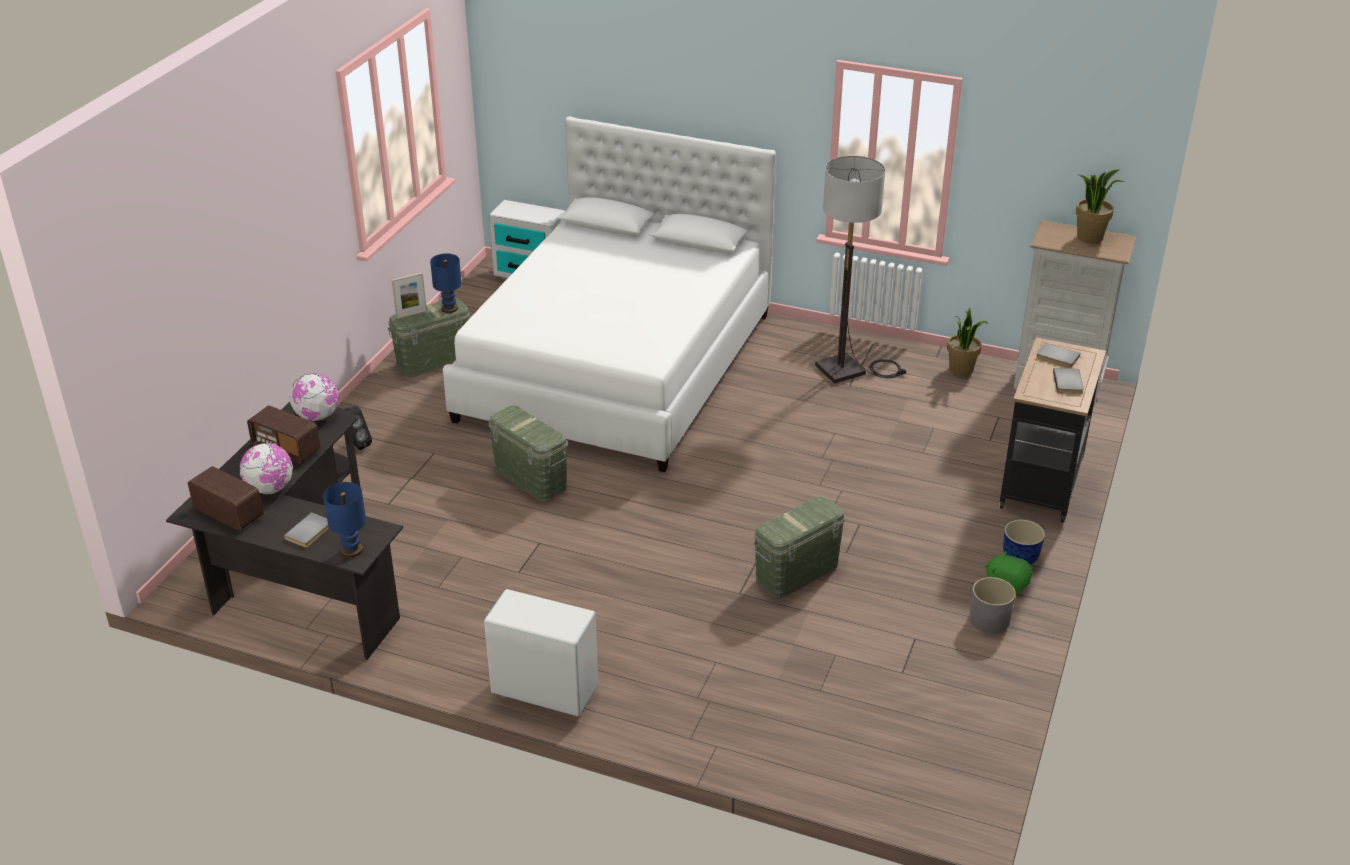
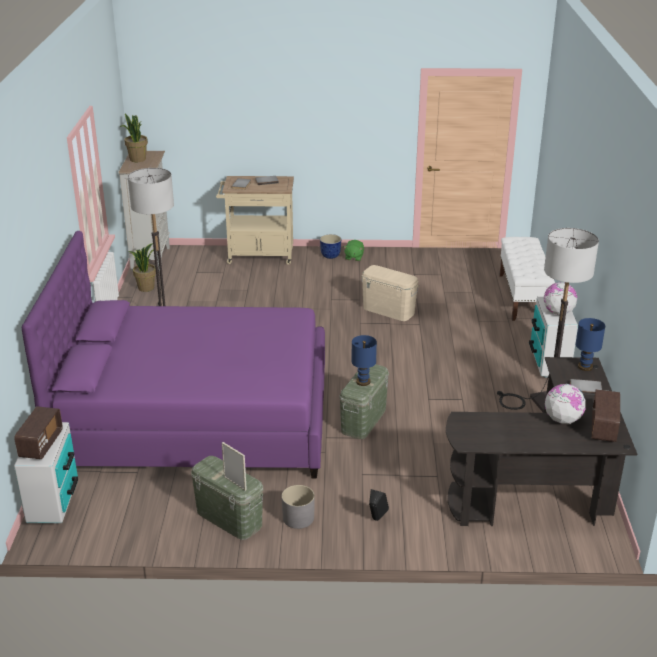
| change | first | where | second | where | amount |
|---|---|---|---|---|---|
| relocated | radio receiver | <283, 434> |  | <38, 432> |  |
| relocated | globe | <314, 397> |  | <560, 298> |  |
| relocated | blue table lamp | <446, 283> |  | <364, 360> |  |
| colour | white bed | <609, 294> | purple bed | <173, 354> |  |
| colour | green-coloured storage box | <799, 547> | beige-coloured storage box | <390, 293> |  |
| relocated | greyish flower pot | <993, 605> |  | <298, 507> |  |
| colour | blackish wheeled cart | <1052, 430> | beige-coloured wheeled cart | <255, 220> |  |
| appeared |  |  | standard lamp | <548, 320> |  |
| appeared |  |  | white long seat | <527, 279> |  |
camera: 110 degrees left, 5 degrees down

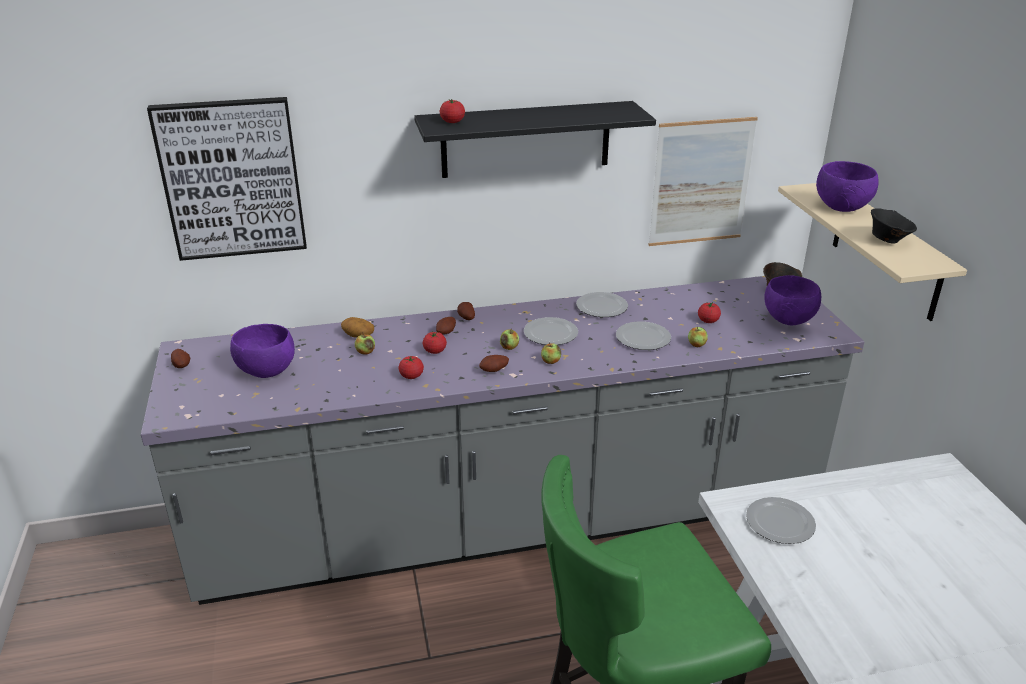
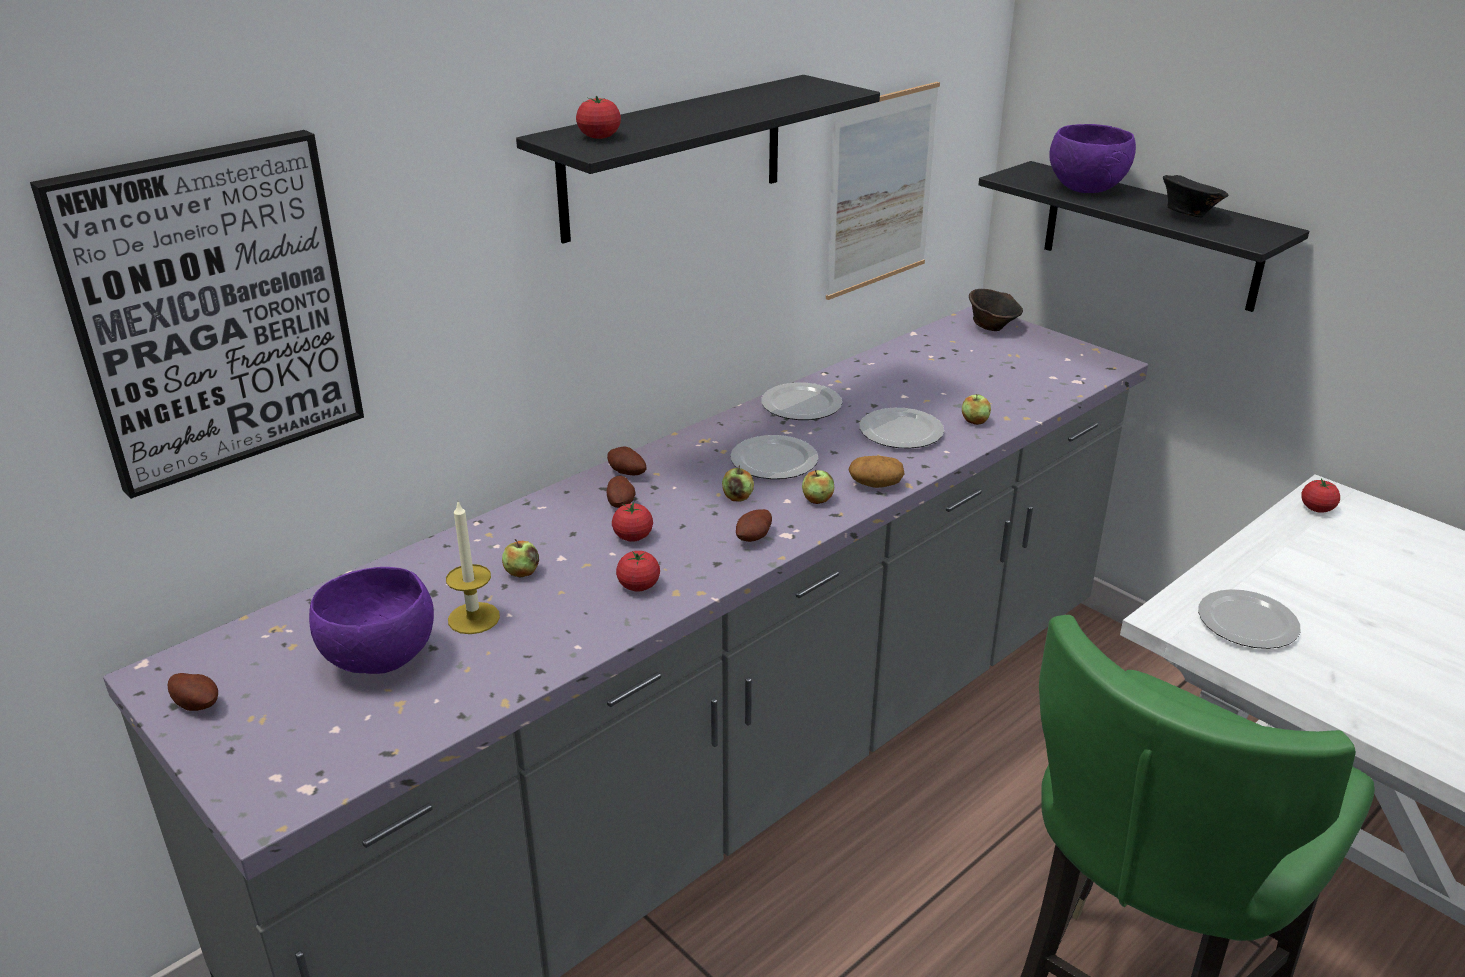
| change | first | where | second | where | amount |
|---|---|---|---|---|---|
| relocated | potato | <357, 327> |  | <876, 472> |  |
| relocated | tomato | <709, 312> |  | <1320, 496> |  |
| missing | purple serving bowl | <792, 300> |  |  |  |
| colour | beige-coloured shelf | <872, 252> | blackish shelf | <1143, 236> |  |
| appeared |  |  | wax light | <473, 568> |  |
camera: 30 degrees left, 0 degrees up

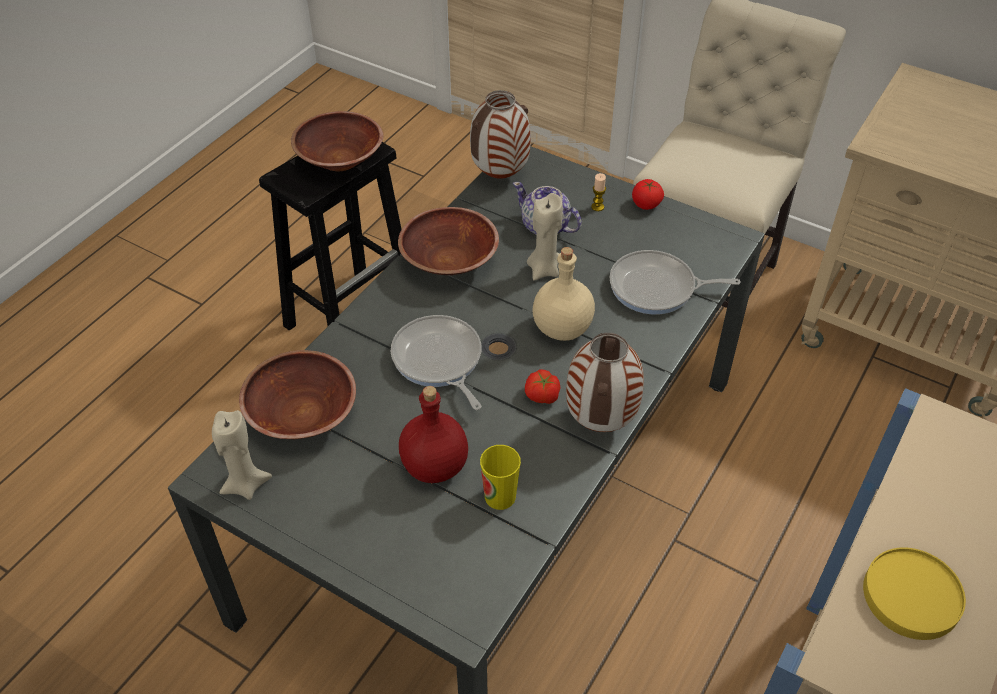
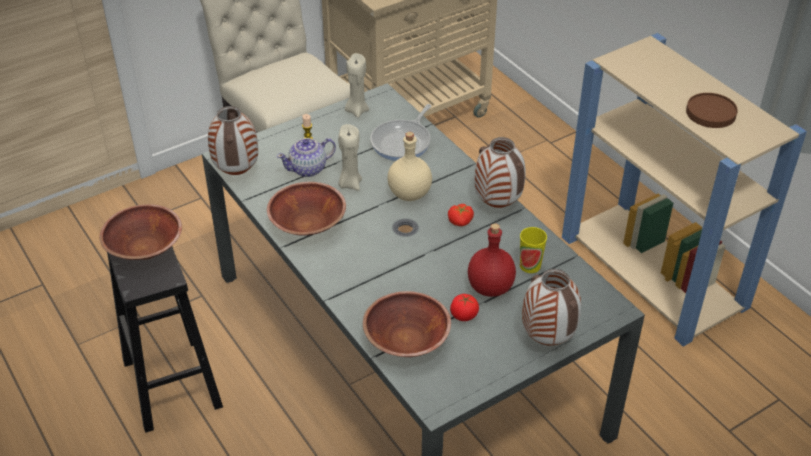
| change | first | where | second | where | amount |
|---|---|---|---|---|---|
| relocated | beige-coloured wax light | <242, 455> |  | <357, 85> |  |
| missing | pan | <436, 362> |  |  |  |
| relocated | tomato | <648, 194> |  | <464, 307> |  |
| colour | yellow plate | <914, 593> | brown-coloured plate | <712, 110> |  |
| appeared |  |  | flower vase | <551, 307> |  |
camera: 65 degrees left, 5 degrees down

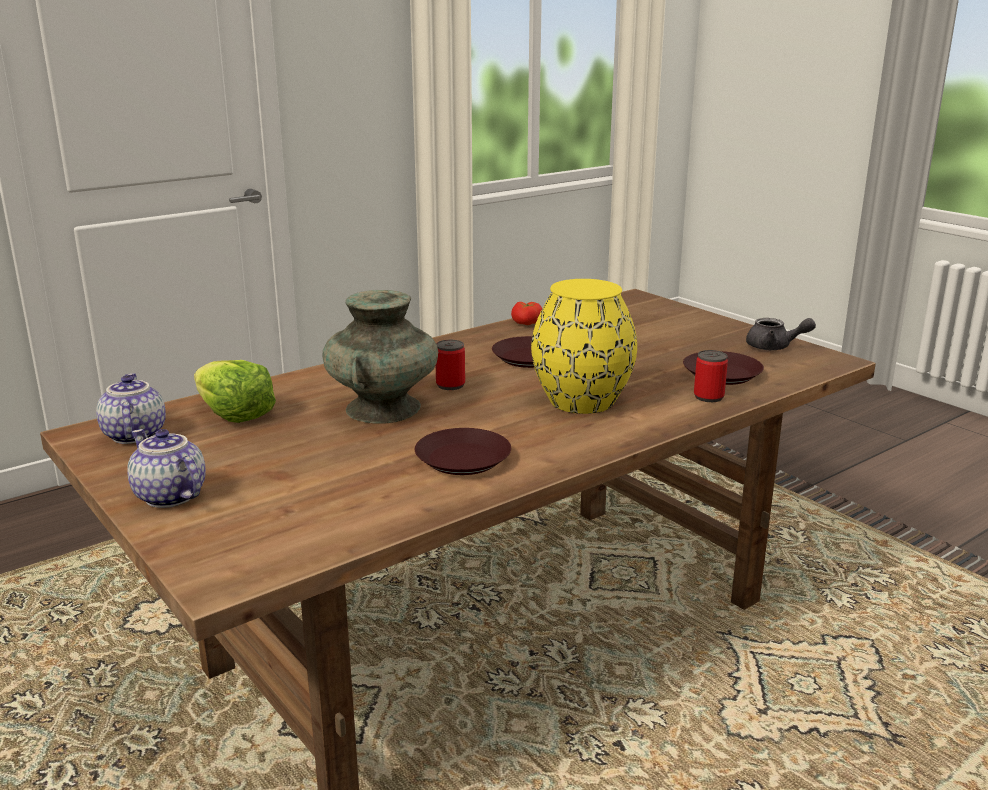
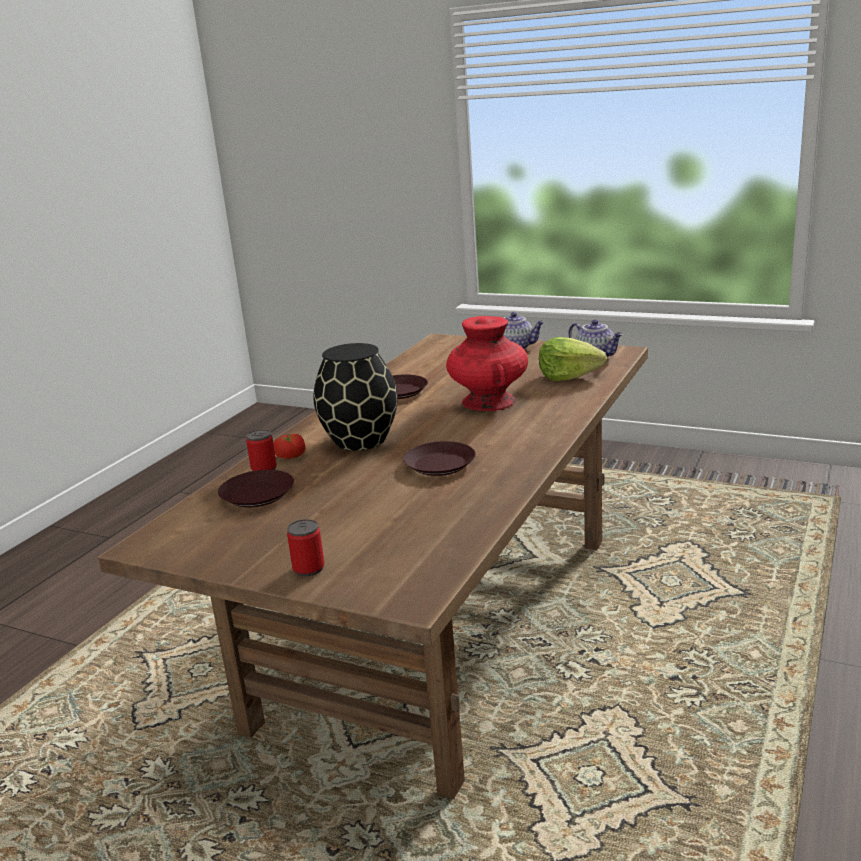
| change | first | where | second | where | amount |
|---|---|---|---|---|---|
| colour | turquoise-coloured flower vase | <380, 357> | reddish flower vase | <487, 363> |  |
| relocated | sealed can | <450, 365> |  | <306, 548> |  |
| relocated | tomato | <526, 313> |  | <289, 446> |  |
| colour | yellow flower vase | <584, 346> | blackish flower vase | <355, 397> |  |
| missing | greyish teapot | <781, 334> |  |  |  |
camera: 155 degrees right, 0 degrees up

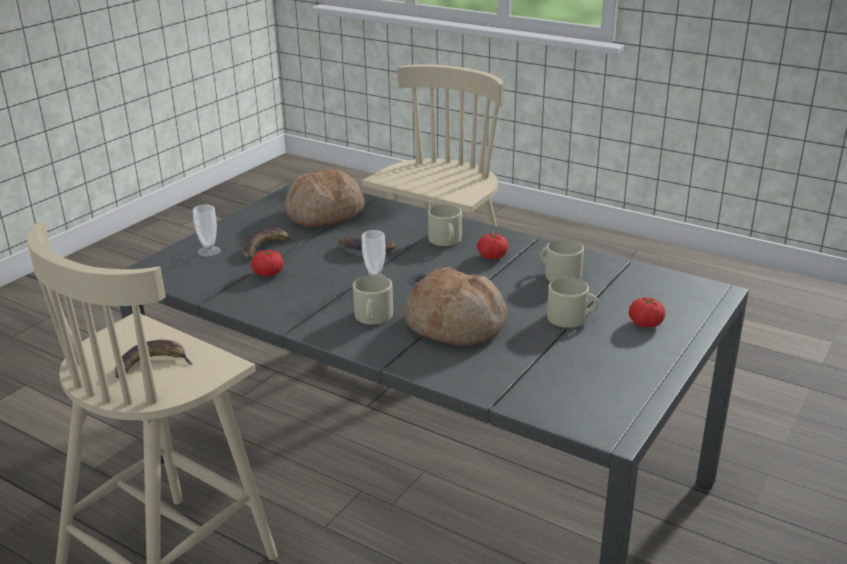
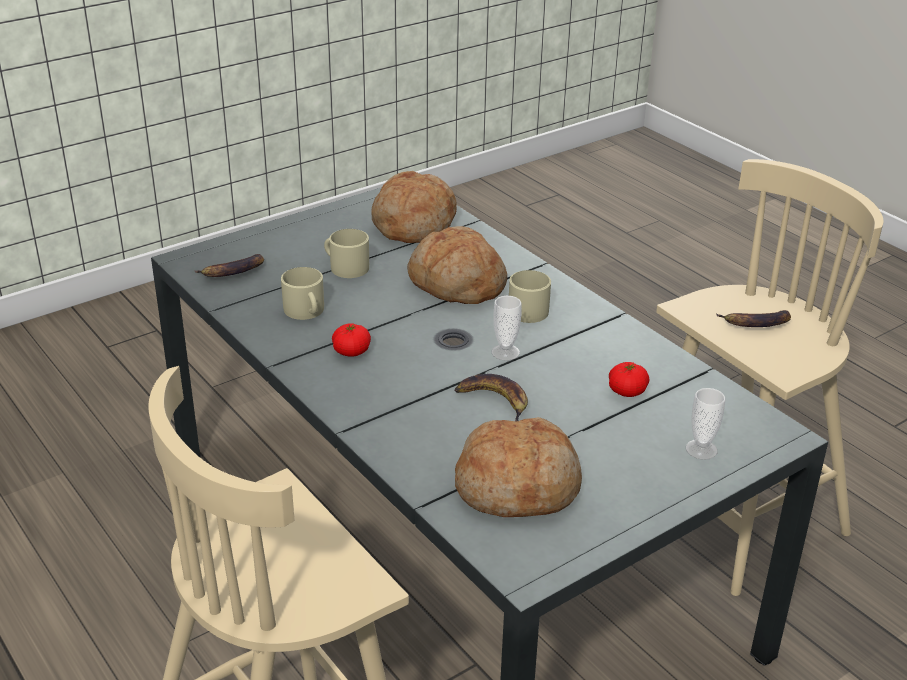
| change | first | where | second | where | amount |
|---|---|---|---|---|---|
| relocated | banana fruit | <271, 244> |  | <229, 265> |  |
| missing | beige-coloured mug | <445, 225> |  |  |  |
| missing | tomato | <647, 312> |  |  |  |
| appeared |  |  | bakery bread | <414, 207> |  |
camera: 160 degrees left, 5 degrees up

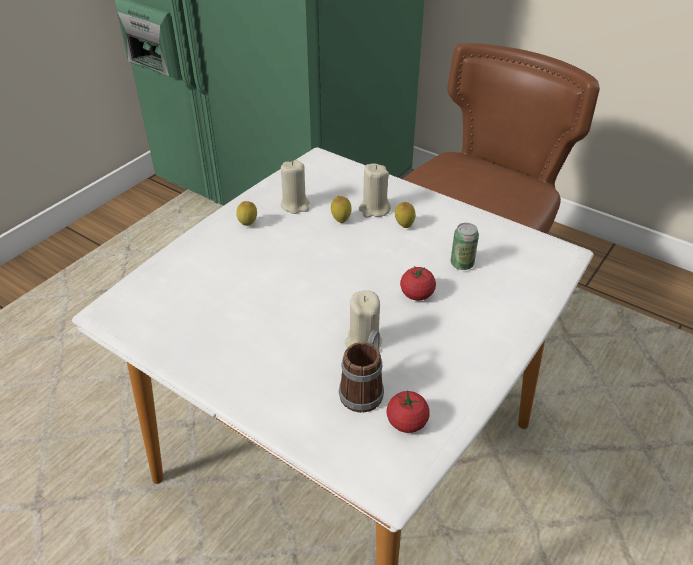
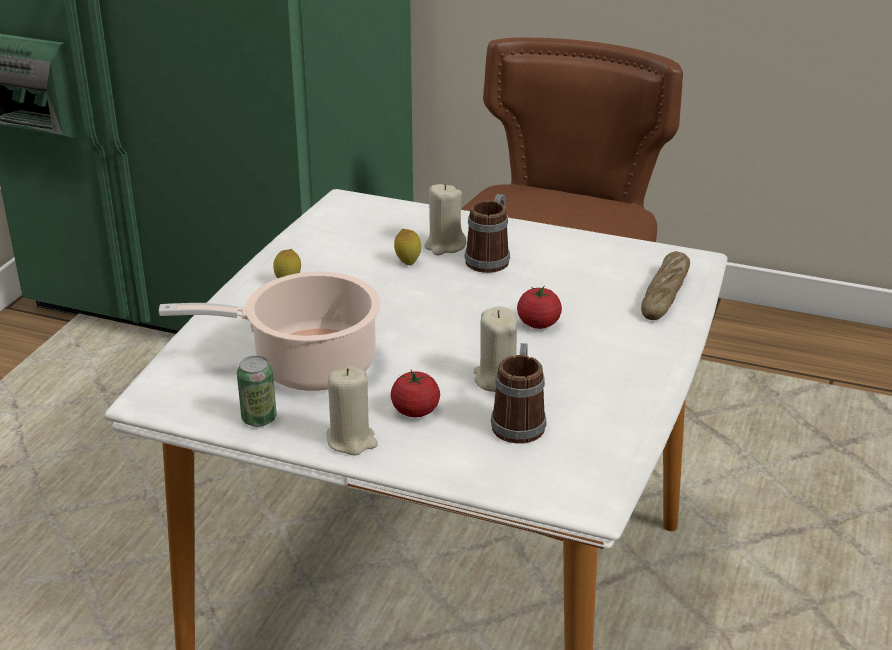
| change | first | where | second | where | amount |
|---|---|---|---|---|---|
| relocated | beige-coloured wax light | <295, 187> |  | <352, 410> |  |
| relocated | tomato | <408, 411> |  | <415, 394> |  |
| exchanged | whole lemon | <405, 215> | mug | <487, 233> |  |
| relocated | sealed can | <465, 246> |  | <257, 391> |  |
| appeared |  |  | cooking pot | <269, 331> |  |
| appeared |  |  | bakery bread | <665, 285> |  |
camera: 15 degrees left, 10 degrees down

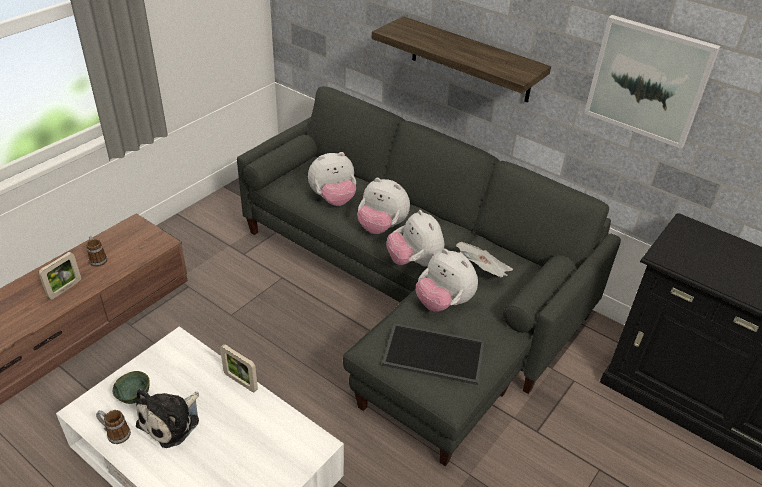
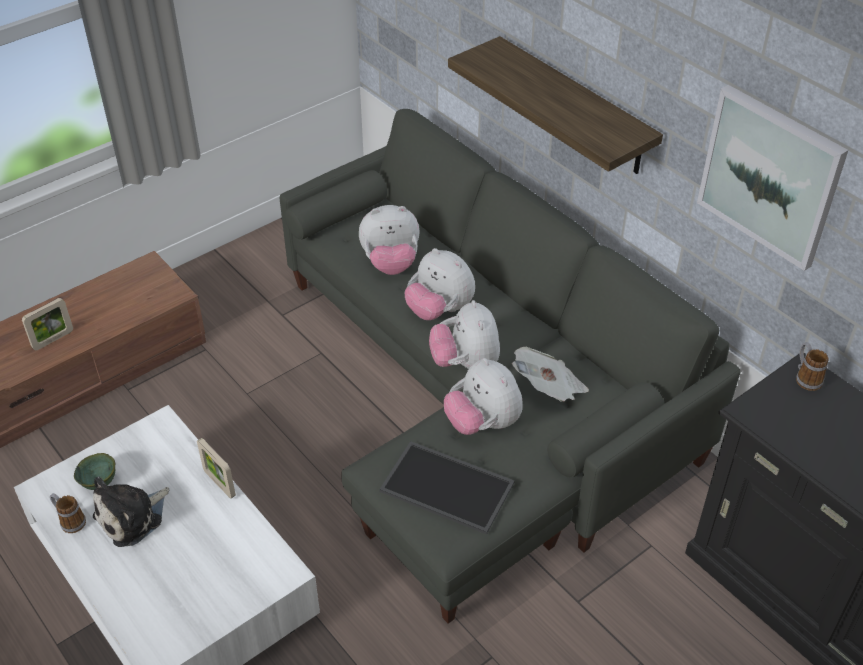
| change | first | where | second | where | amount |
|---|---|---|---|---|---|
| relocated | mug | <96, 251> |  | <812, 366> |  |
camera: 15 degrees right, 5 degrees up

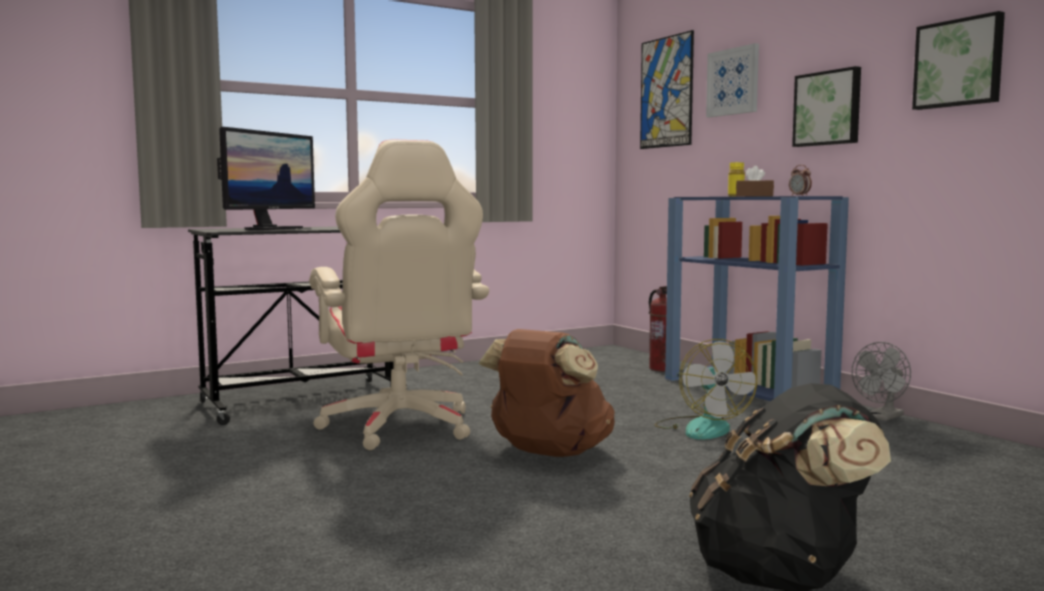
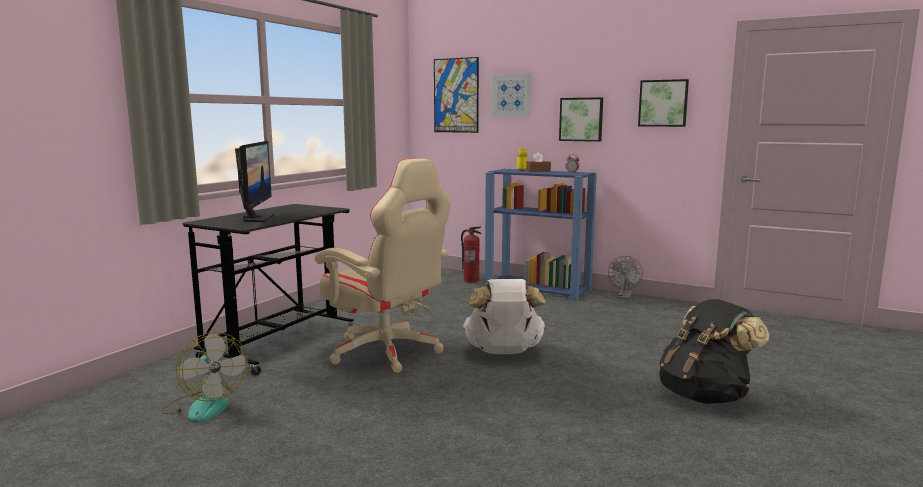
| change | first | where | second | where | amount |
|---|---|---|---|---|---|
| colour | brown-coloured rucksack | <547, 393> | white rucksack | <504, 316> |  |
| relocated | electric fan | <705, 389> |  | <204, 377> |  |
camera: 30 degrees left, 5 degrees up

